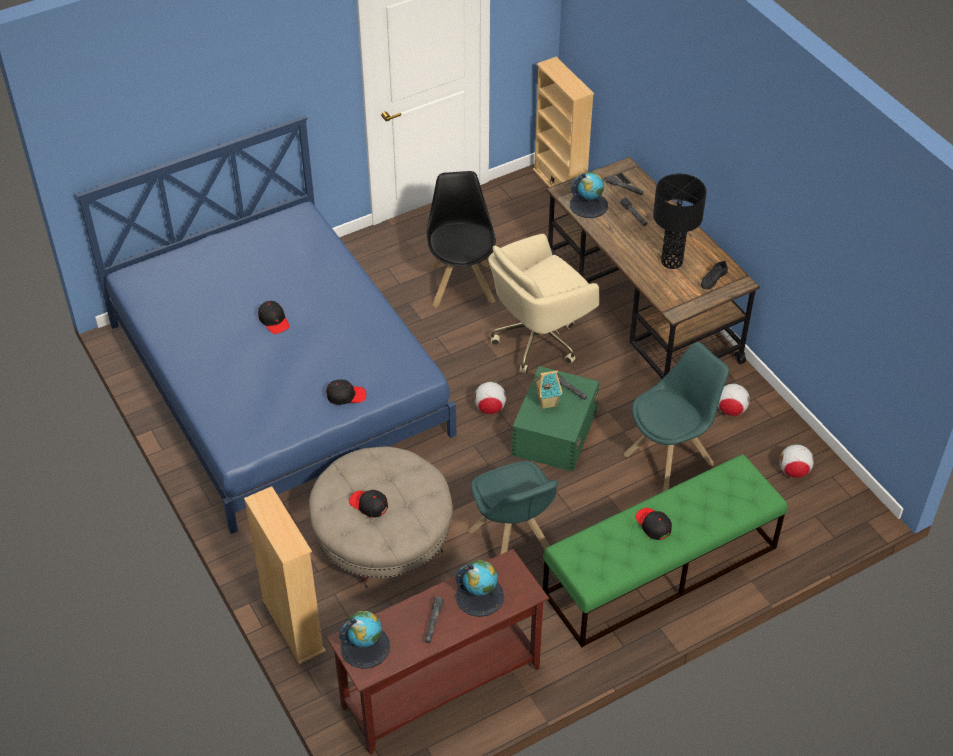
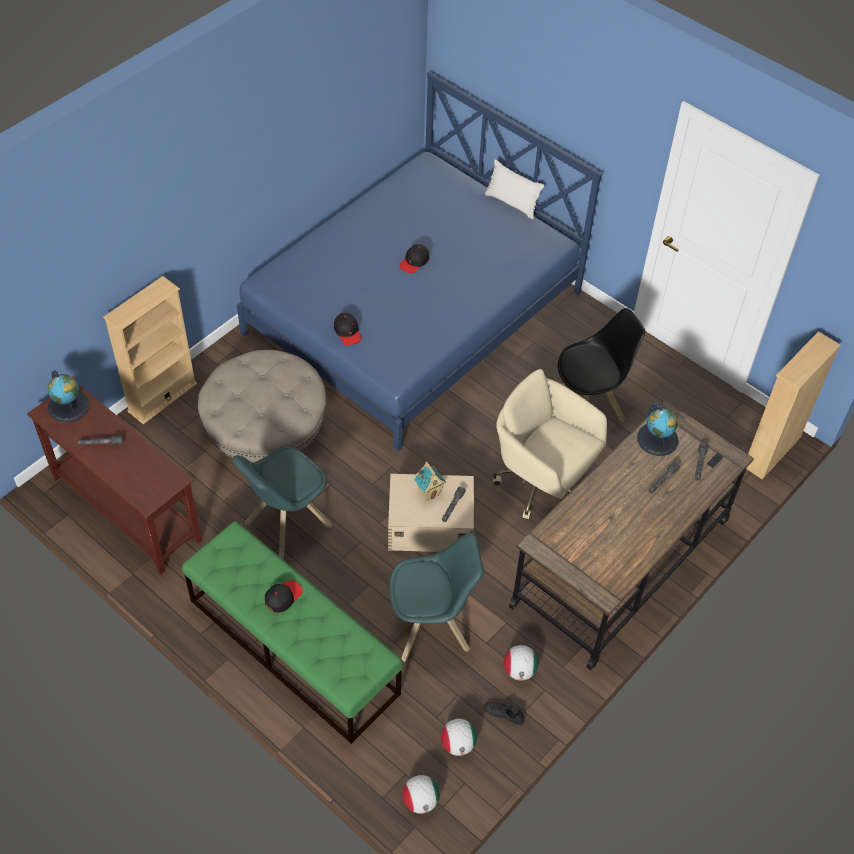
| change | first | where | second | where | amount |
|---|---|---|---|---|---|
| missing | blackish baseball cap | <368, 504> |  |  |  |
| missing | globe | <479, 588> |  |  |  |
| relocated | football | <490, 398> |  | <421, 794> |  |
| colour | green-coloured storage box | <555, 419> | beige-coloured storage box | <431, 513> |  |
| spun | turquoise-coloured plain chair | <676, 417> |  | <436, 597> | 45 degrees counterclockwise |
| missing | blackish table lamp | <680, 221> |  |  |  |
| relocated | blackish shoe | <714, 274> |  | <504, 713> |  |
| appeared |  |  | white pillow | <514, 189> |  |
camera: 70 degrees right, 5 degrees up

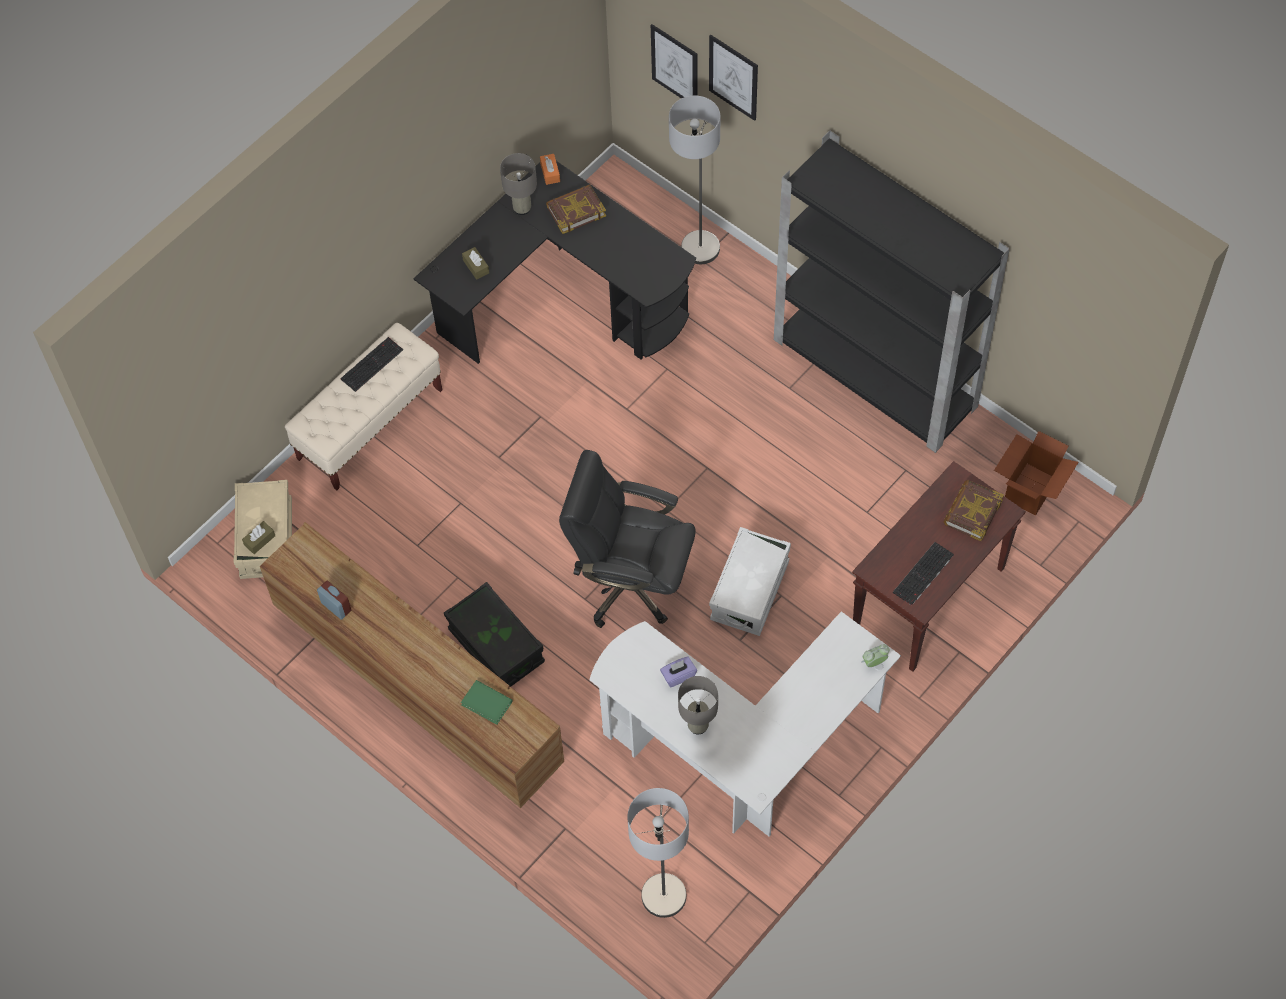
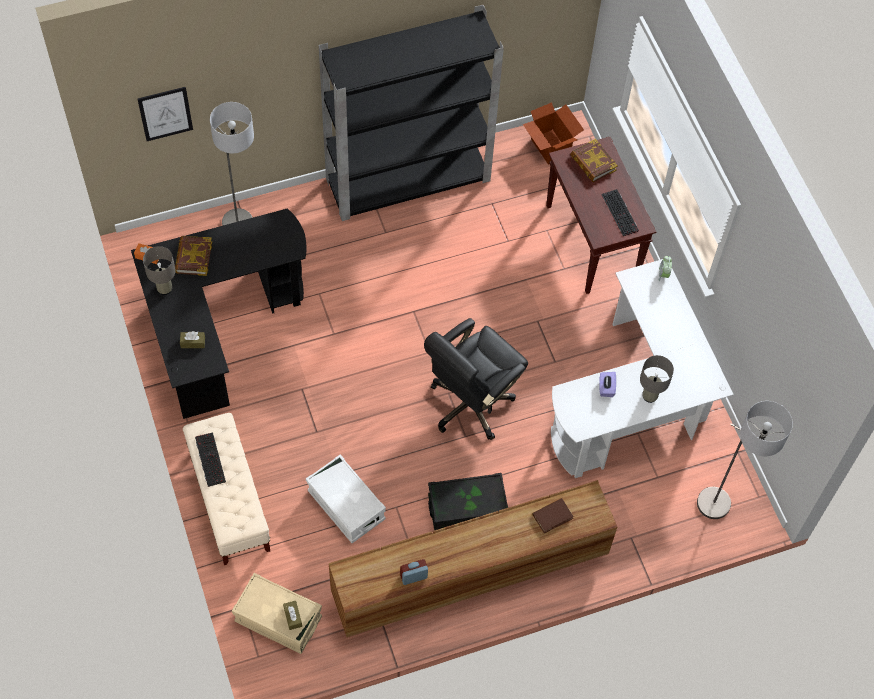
| change | first | where | second | where | amount |
|---|---|---|---|---|---|
| colour | green-coloured bound book | <487, 702> | brown-coloured bound book | <553, 516> |  |
| missing | wall art | <733, 77> |  |  |  |
| relocated | white storage box | <750, 581> |  | <346, 498> |  |
camera: 65 degrees left, 0 degrees up

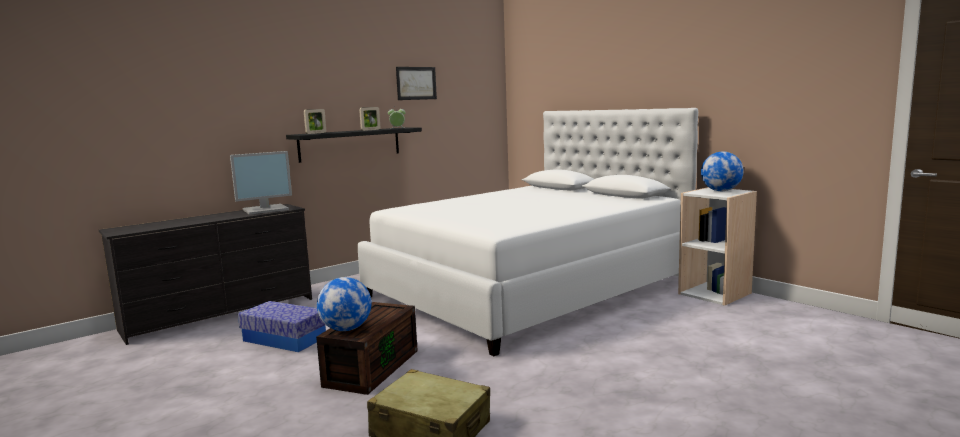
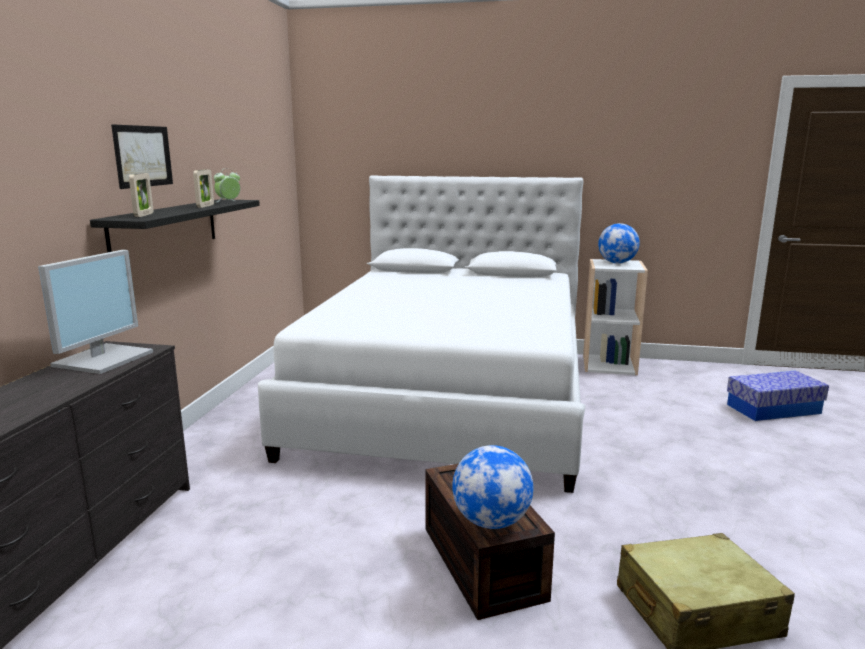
| change | first | where | second | where | amount |
|---|---|---|---|---|---|
| relocated | storage box | <282, 326> |  | <778, 396> |  |
| relocated | wall art | <416, 83> |  | <142, 156> |  |
camera: 40 degrees left, 5 degrees up

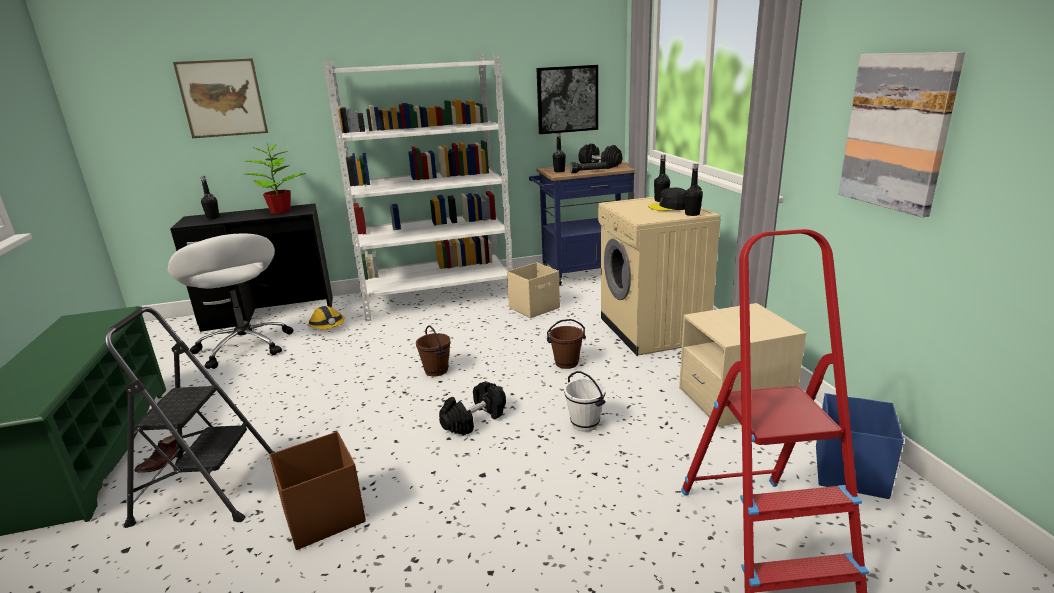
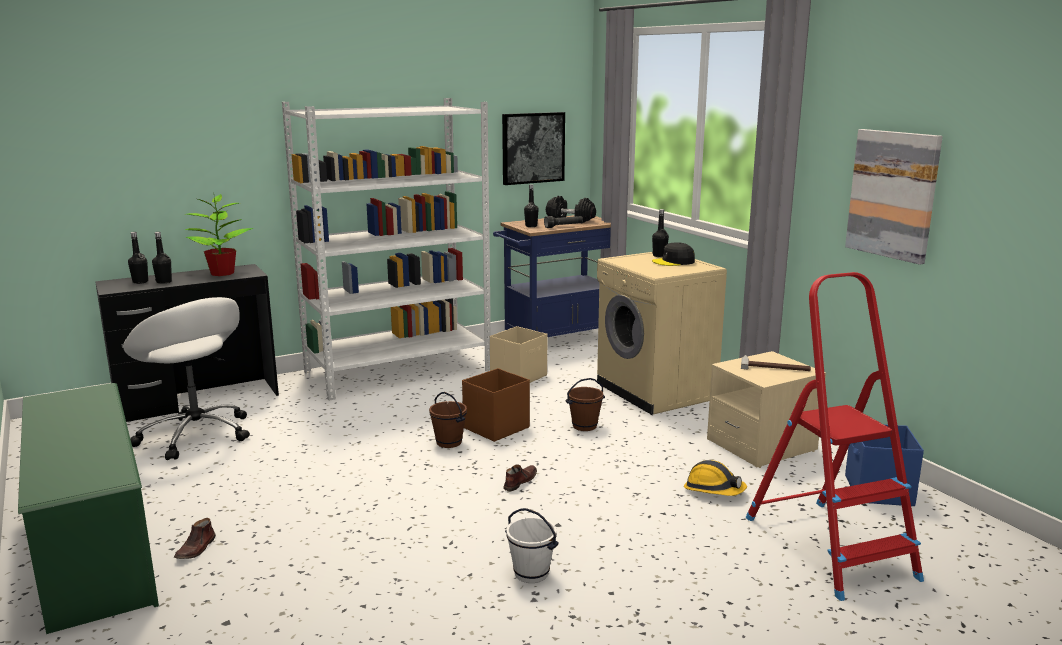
| change | first | where | second | where | amount |
|---|---|---|---|---|---|
| missing | blackish stepladder | <190, 417> |  |  |  |
| missing | wall art | <220, 98> |  |  |  |
| relocated | brown-coloured storage box | <317, 491> |  | <496, 405> |  |
| relocated | work helmet | <325, 317> |  | <715, 478> |  |
| exchanged | blackish free weight | <472, 408> | brown-coloured shoe | <520, 478> |  |
| relocated | white pail | <585, 401> |  | <532, 545> |  |
| relocated | blackish beverage bottle | <694, 189> |  | <162, 258> |  |
| appeared |  |  | tool hammer | <776, 363> |  |
camera: 15 degrees left, 5 degrees down

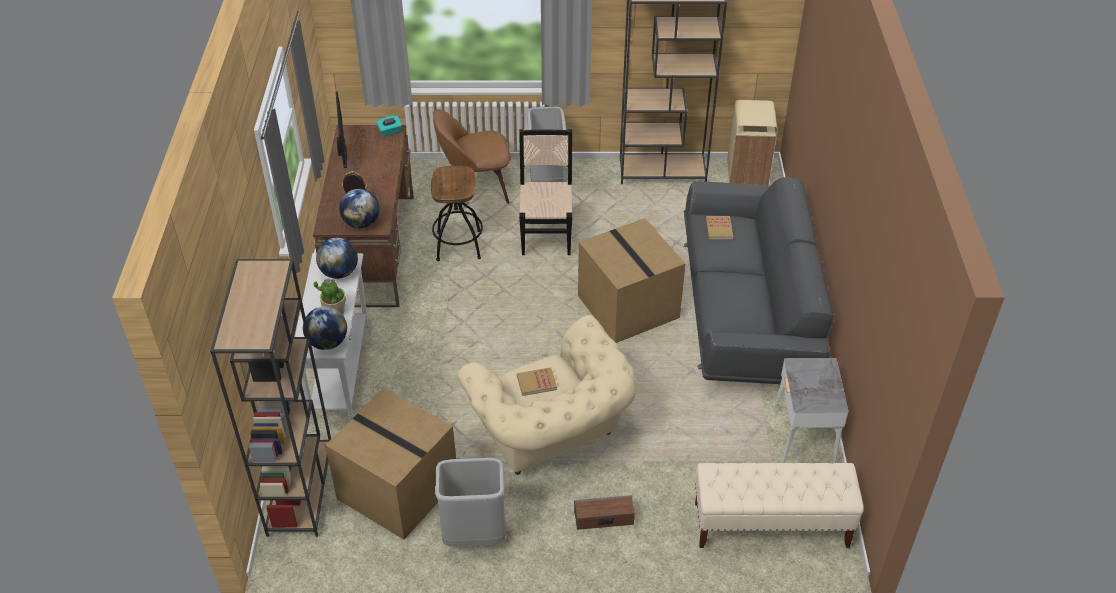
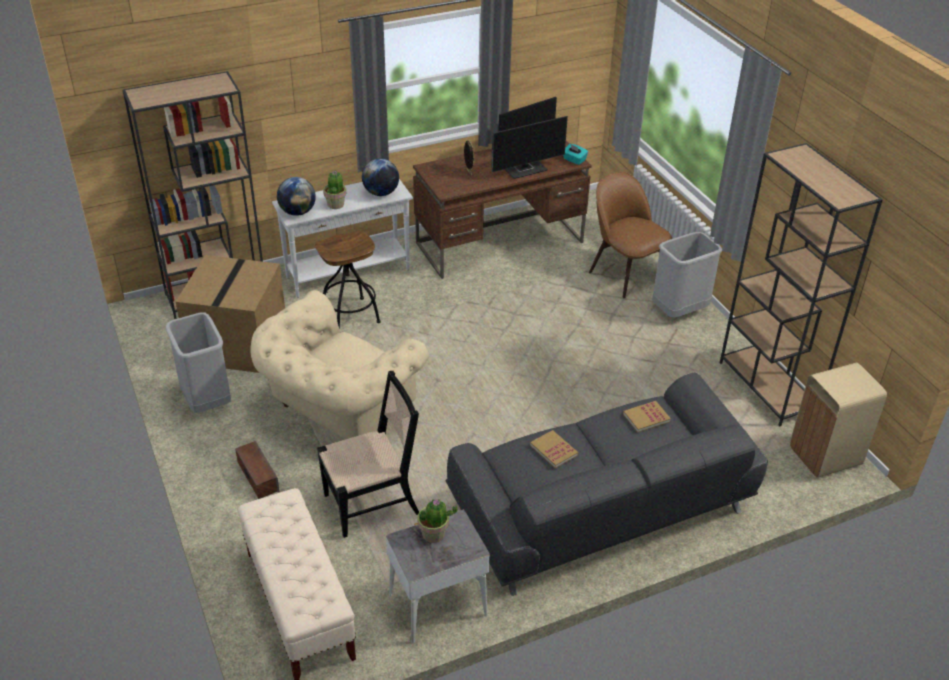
| change | first | where | second | where | amount |
|---|---|---|---|---|---|
| missing | globe | <359, 208> |  |  |  |
| relocated | brown-coloured sitting stool | <457, 213> |  | <348, 280> |  |
| relocated | bound book | <537, 381> |  | <554, 449> |  |
| relocated | plain chair | <545, 192> |  | <368, 454> |  |
| missing | cardboard box | <632, 280> |  |  |  |
| appeared |  |  | plant in a pot | <437, 521> |  |
| appeared |  |  | monitor | <530, 147> |  |
camera: 65 degrees right, 5 degrees down

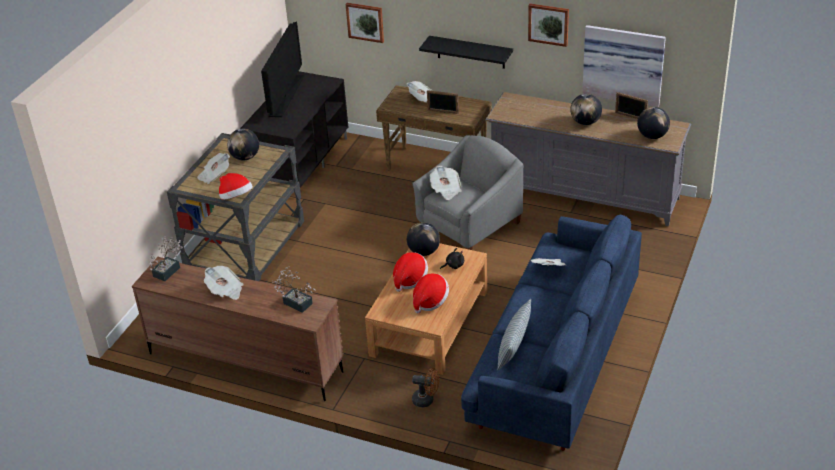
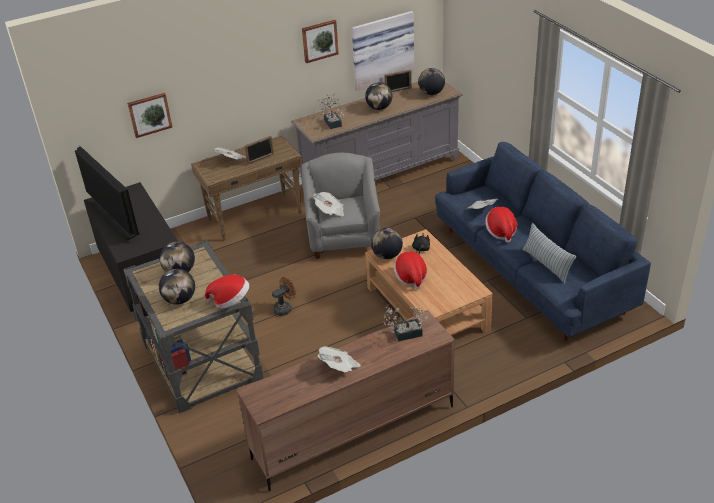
| change | first | where | second | where | amount |
|---|---|---|---|---|---|
| relocated | plant in a pot | <166, 258> |  | <331, 111> |  |
| exchanged | printed paper | <213, 168> | globe | <177, 286> |  |
| relocated | brown-coloured electric fan | <425, 387> |  | <284, 296> |  |
| relocated | clothing hat | <431, 293> |  | <501, 225> |  |
| missing | blackish shelf | <466, 52> |  |  |  |
camera: 50 degrees left, 0 degrees up

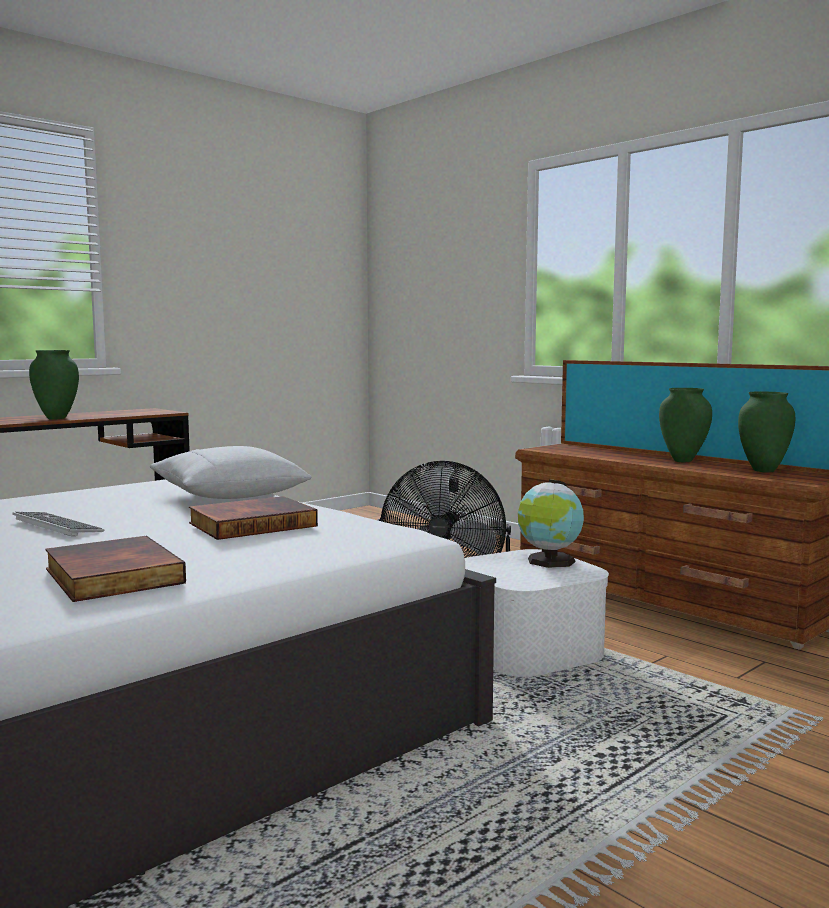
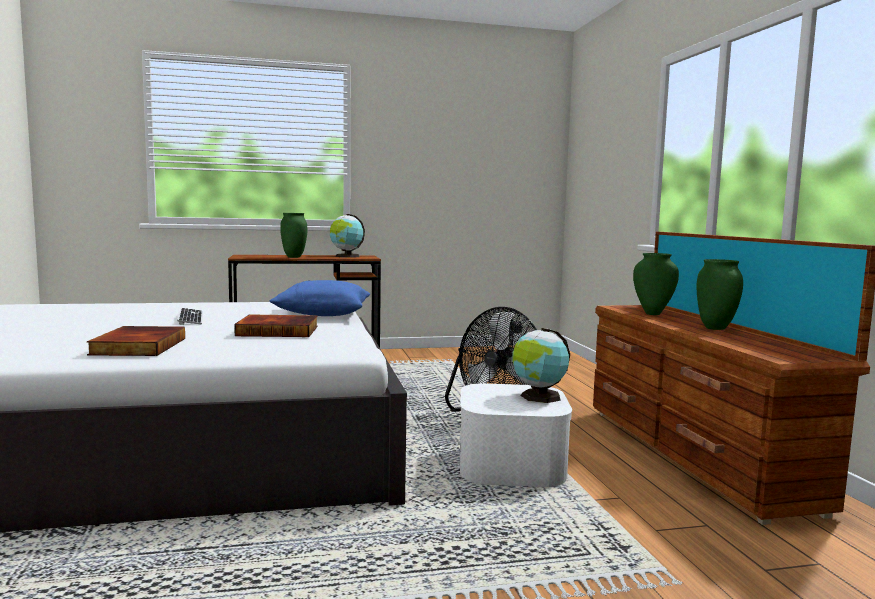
| change | first | where | second | where | amount |
|---|---|---|---|---|---|
| colour | greyish pillow | <230, 472> | blue pillow | <320, 298> |  |
| relocated | green-coloured flower vase | <766, 432> |  | <656, 284> |  |
| appeared |  |  | globe | <347, 236> |  |
camera: 30 degrees right, 0 degrees up

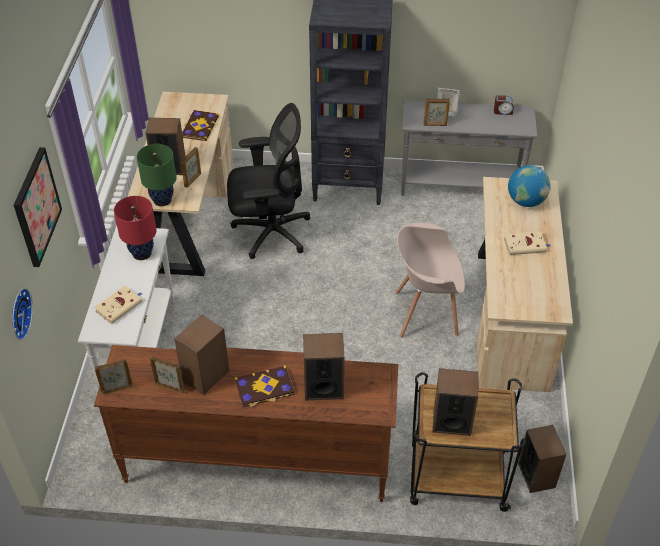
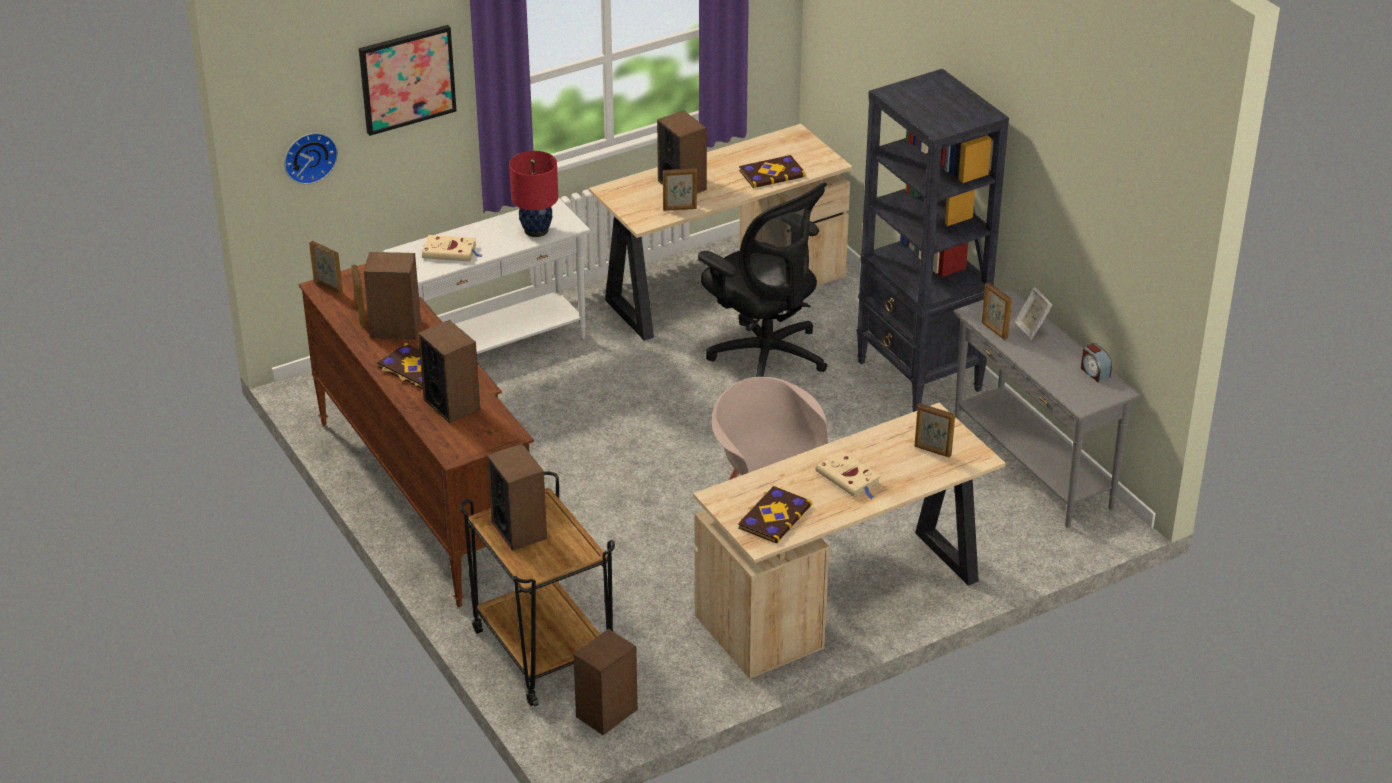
| change | first | where | second | where | amount |
|---|---|---|---|---|---|
| missing | green-coloured table lamp | <157, 175> |  |  |  |
| exchanged | globe | <529, 186> | picture frame | <935, 430> |  |
| appeared |  |  | bound book | <775, 514> |  |
camera: 55 degrees right, 10 degrees down

